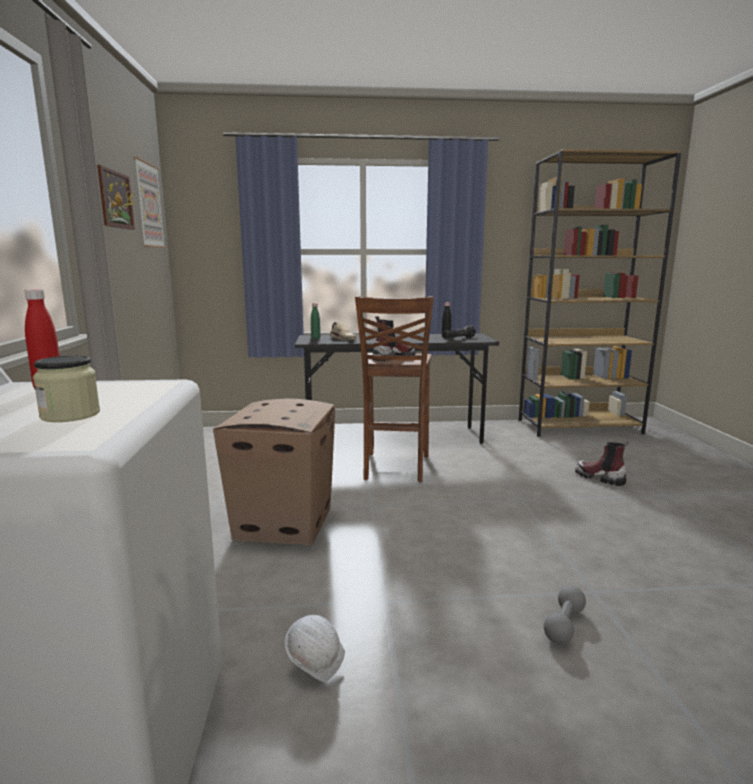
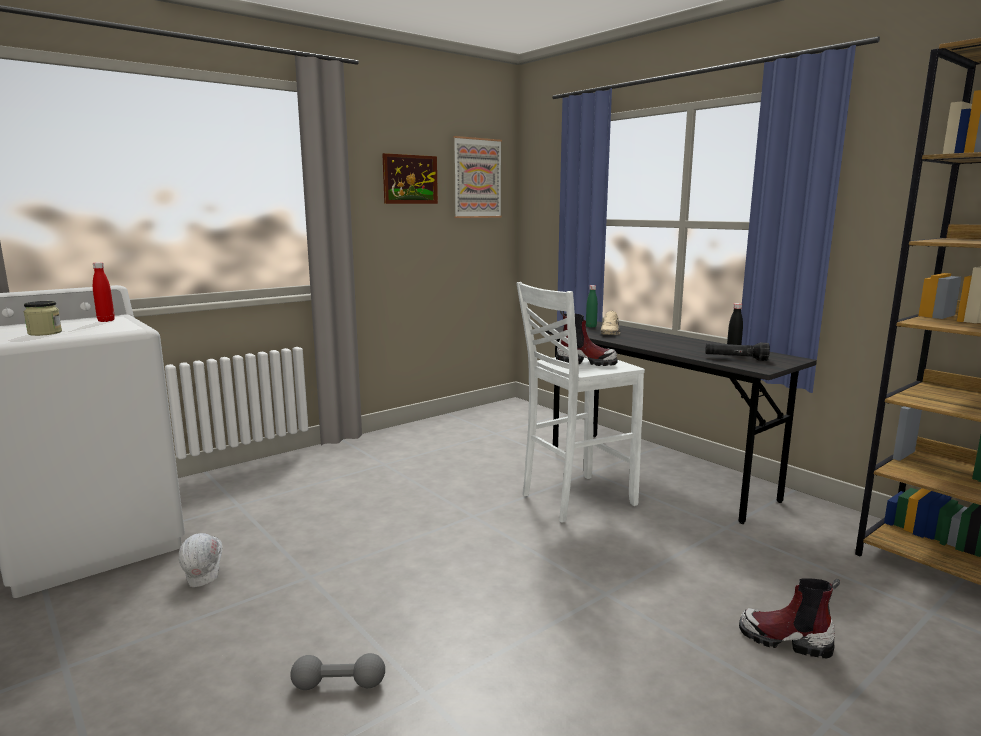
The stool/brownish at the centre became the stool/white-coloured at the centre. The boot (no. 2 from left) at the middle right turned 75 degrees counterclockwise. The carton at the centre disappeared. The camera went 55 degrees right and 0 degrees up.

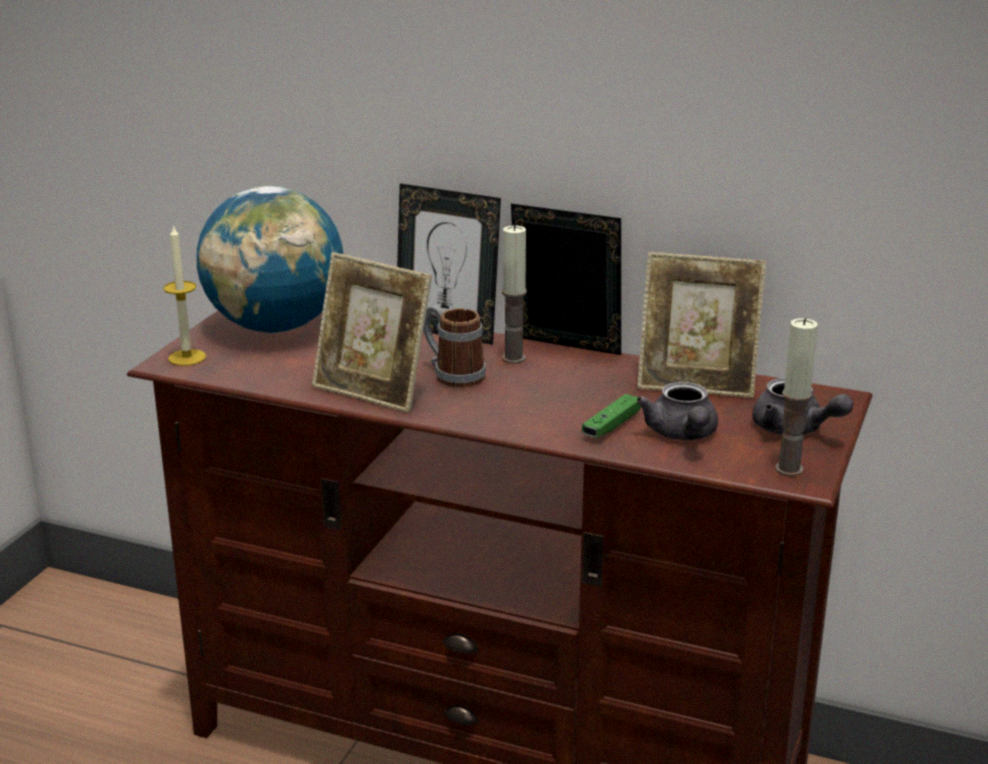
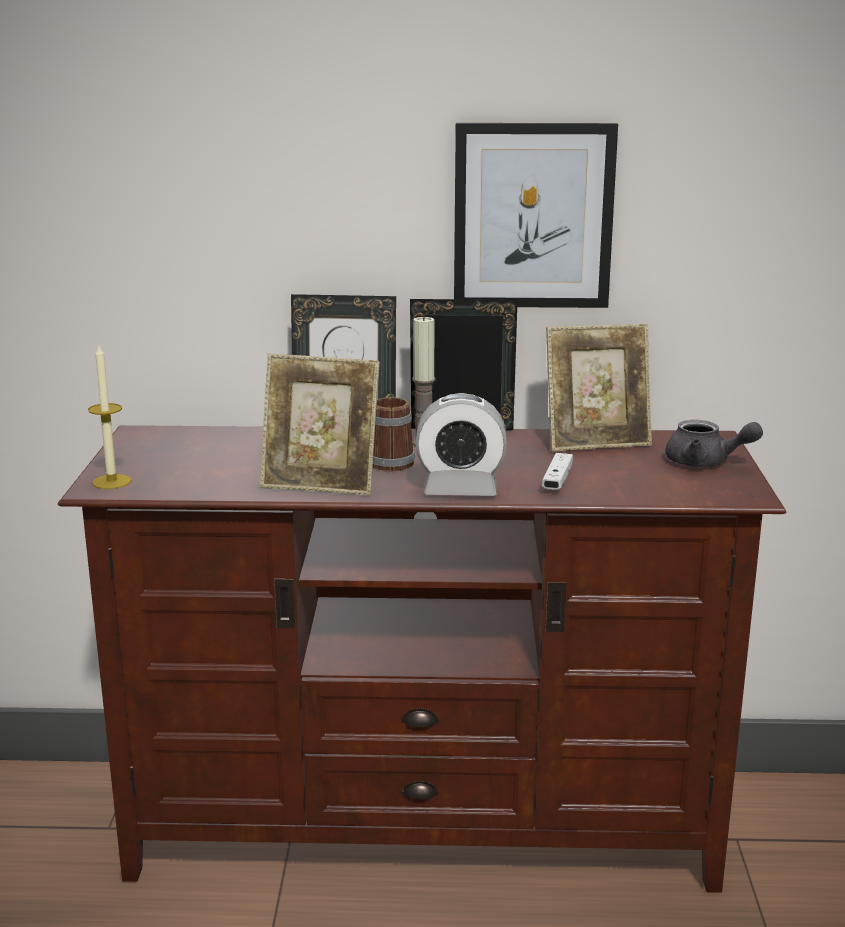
The alarm clock at the centre appeared. The wall picture at the top centre appeared. The joypad/green at the centre became the joypad/white-coloured at the centre. The globe at the middle left disappeared. The teapot/gray (no. 1 from left) at the middle right disappeared. The wax light (no. 3 from left) at the middle right disappeared. The camera went 20 degrees left and 5 degrees down.

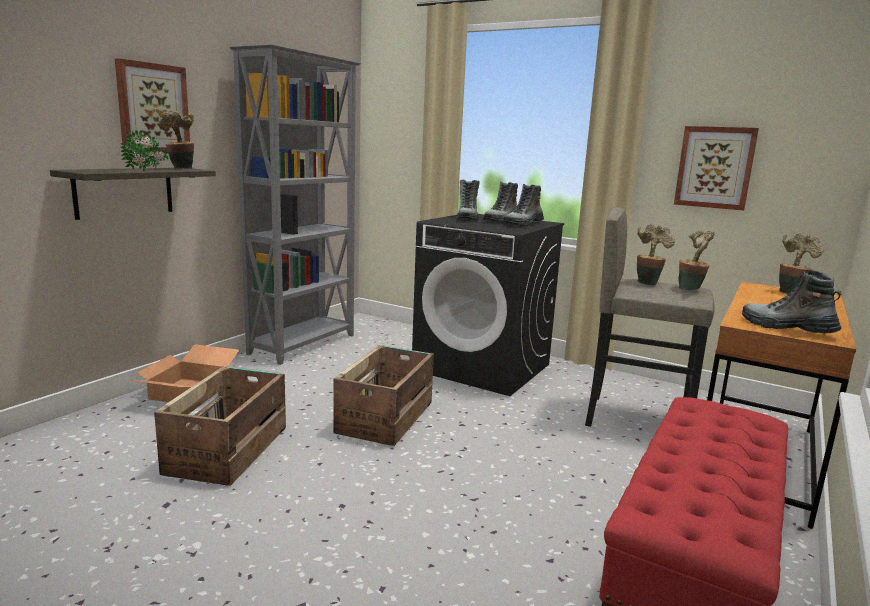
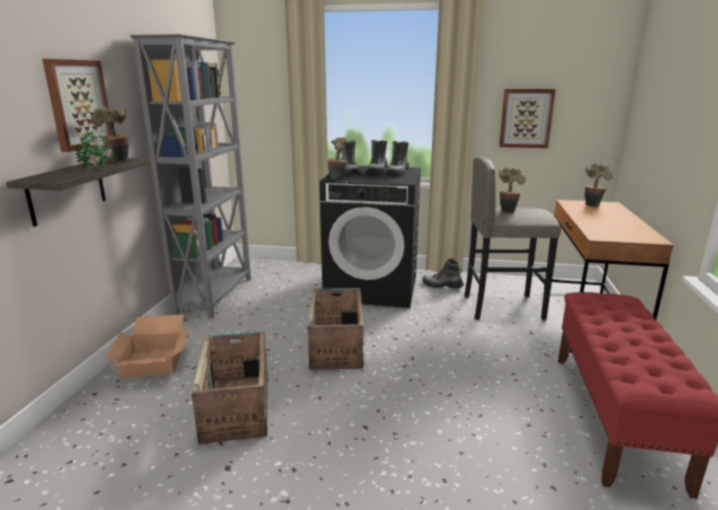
The houseplant (no. 4 from left in the first image) moved from the middle right to the top centre. The boot (no. 4 from left) moved from the middle right to the centre. The camera went 20 degrees left and 5 degrees up.

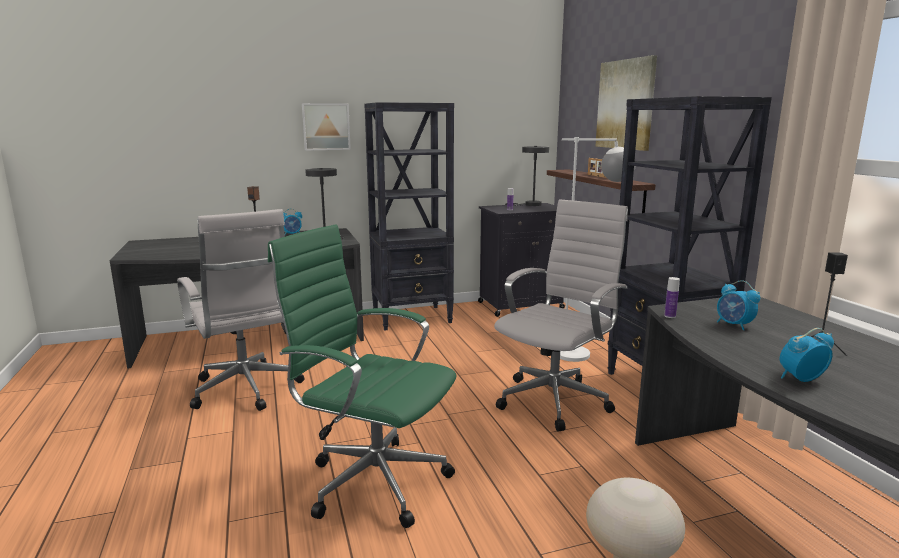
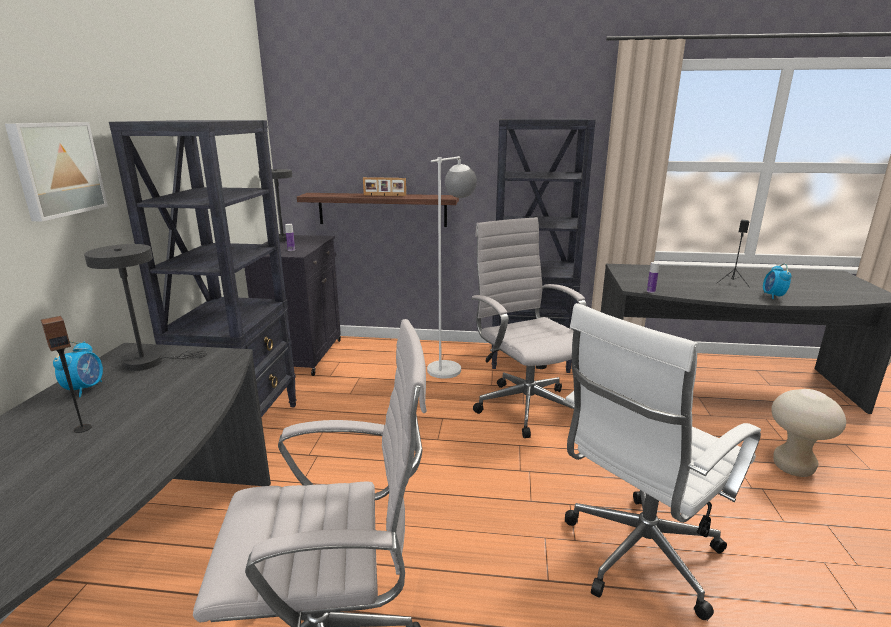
The desk chair/green at the bottom centre became the desk chair/white-coloured (no. 3 from left) at the bottom right. The wall picture (no. 2 from left) at the top right disappeared. The alarm clock (no. 2 from left) at the middle right disappeared. The camera went 65 degrees left and 5 degrees up.

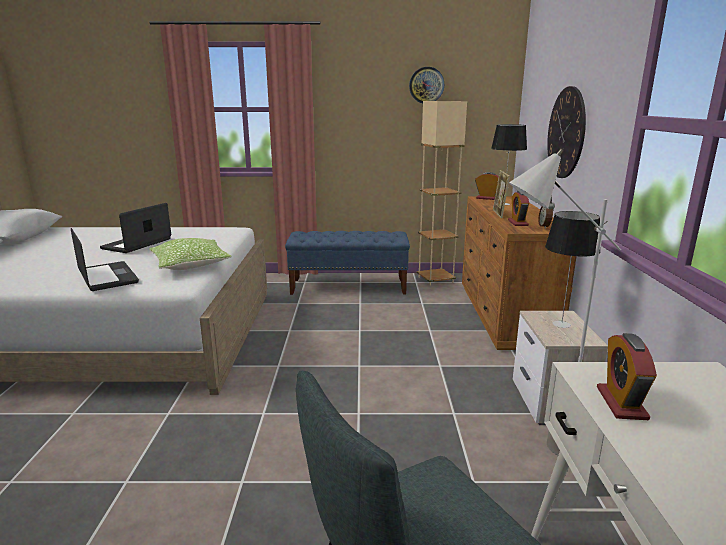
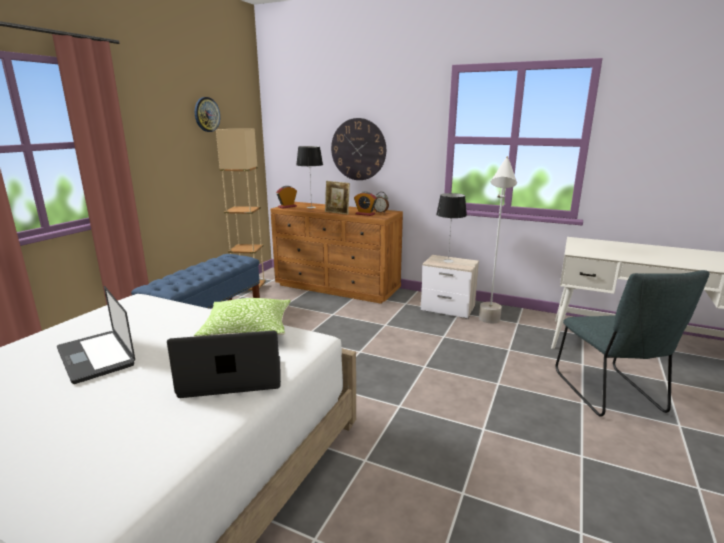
The alarm clock (no. 4 from left) at the bottom right disappeared. The camera went 65 degrees left and 0 degrees up.

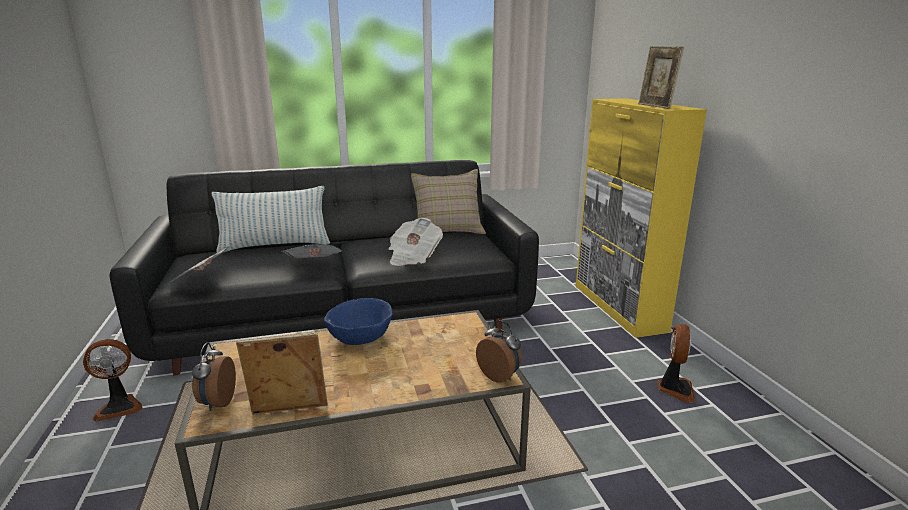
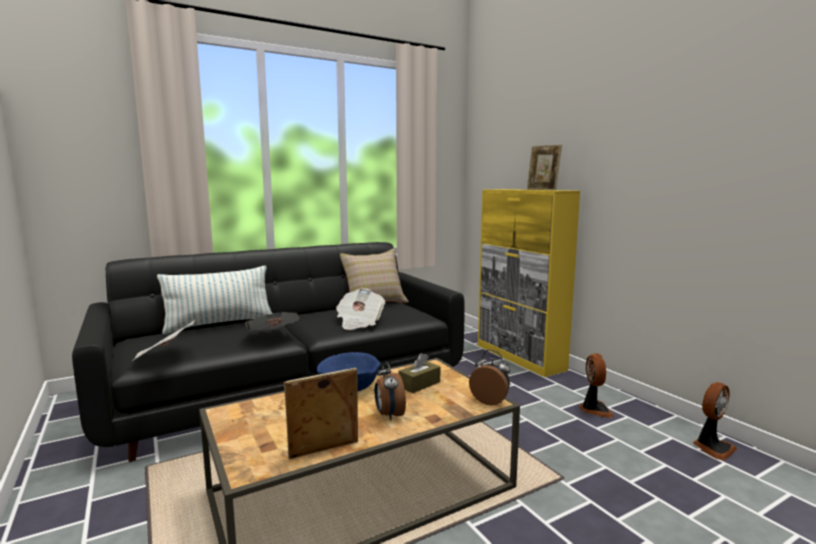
The alarm clock (no. 1 from left) moved from the bottom left to the bottom centre. The tissue box/brownish at the bottom centre appeared. The fan (no. 1 from left in the first image) moved from the bottom left to the bottom right. The camera went 15 degrees left and 10 degrees down.

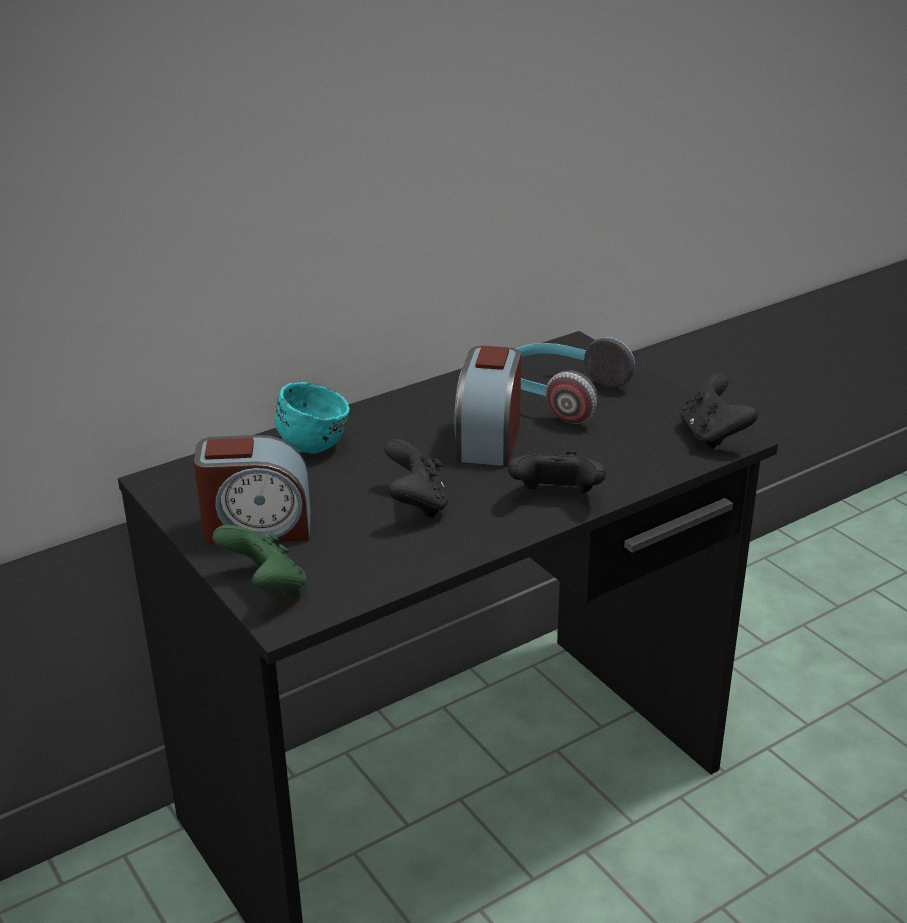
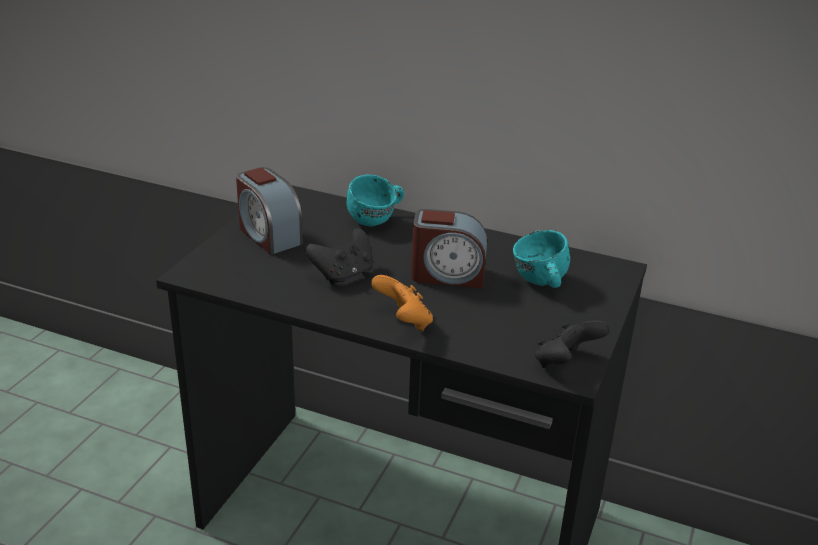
The joypad/blackish (no. 2 from left) at the centre became the joypad/orange-coloured at the centre. The alarm clock (no. 2 from left) at the centre turned 150 degrees counterclockwise. The headset at the centre was replaced by the mug/blue-green (no. 2 from left) at the centre. The joypad/green at the middle left disappeared. The camera went 55 degrees right and 0 degrees up.

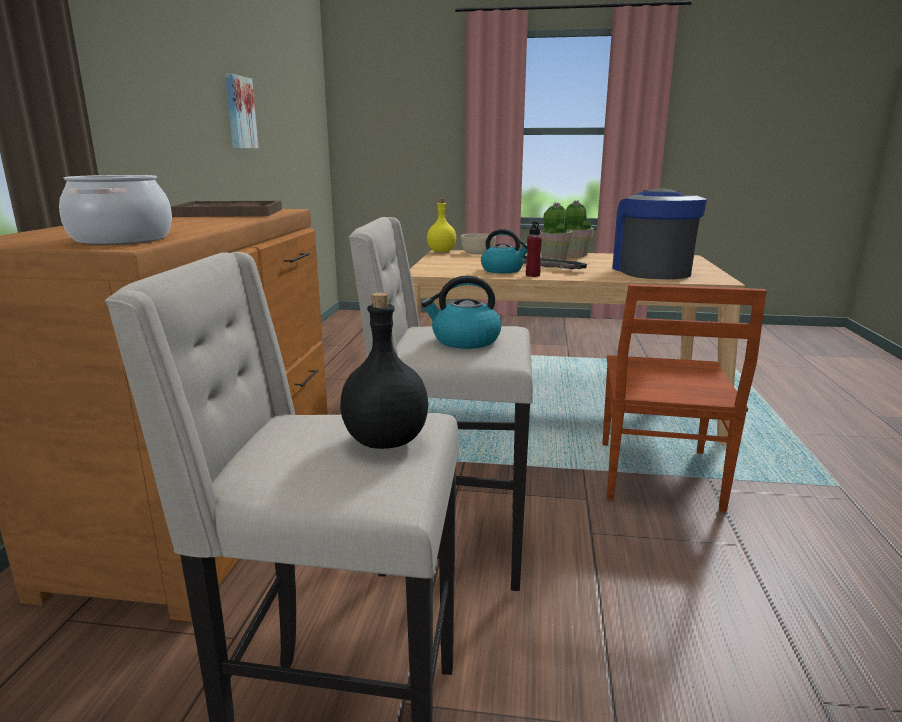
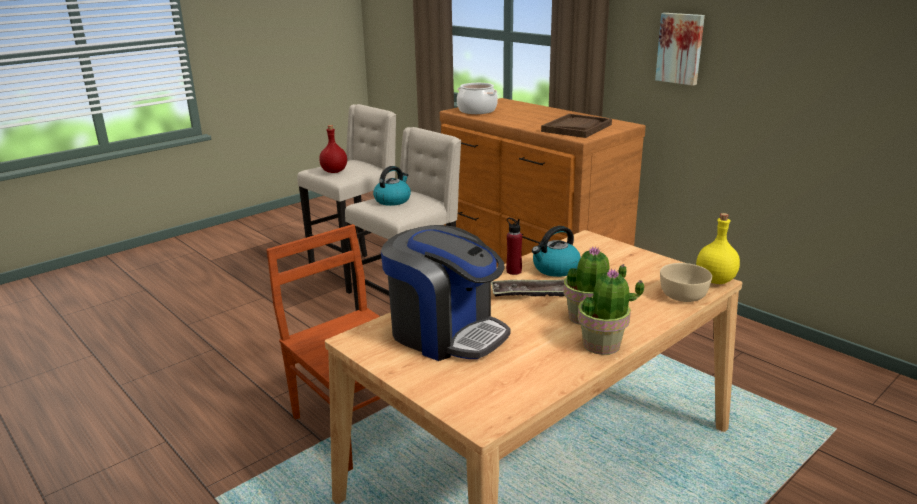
The drink bottle/blackish at the centre became the drink bottle/red-coloured (no. 1 from left) at the top centre. The wall picture moved from the top left to the top right. The camera went 130 degrees right and 5 degrees up.

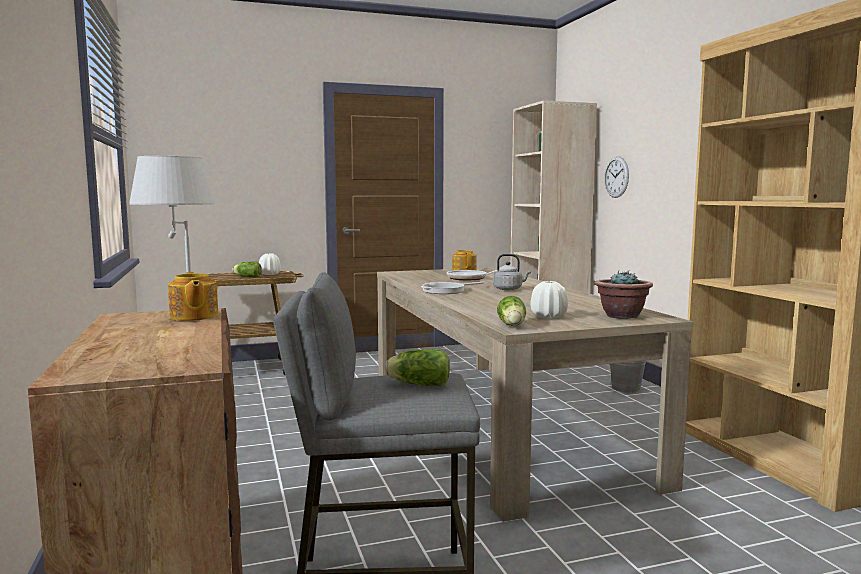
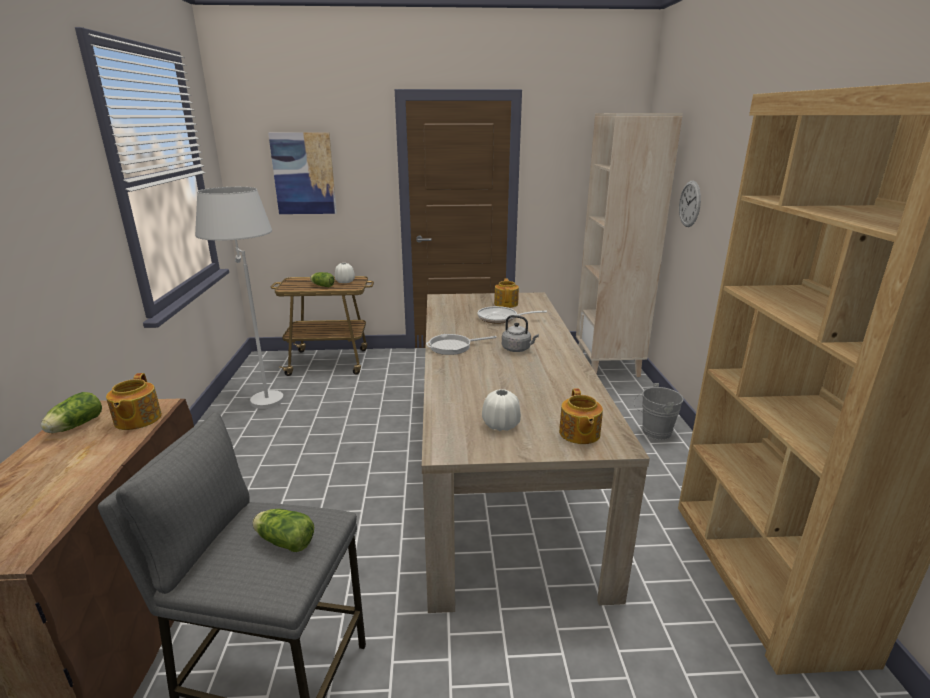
The lettuce head (no. 3 from left in the first image) moved from the centre to the middle left. The wall picture at the top left appeared. The houseplant at the middle right was replaced by the teapot (no. 3 from left) at the centre. The camera went 15 degrees right and 15 degrees up.

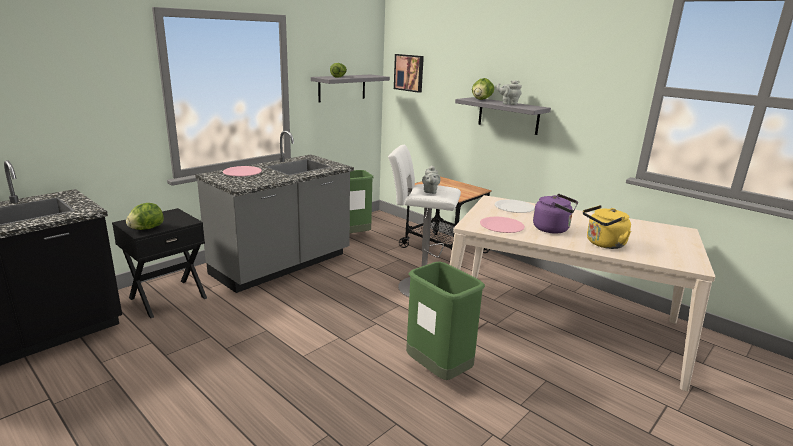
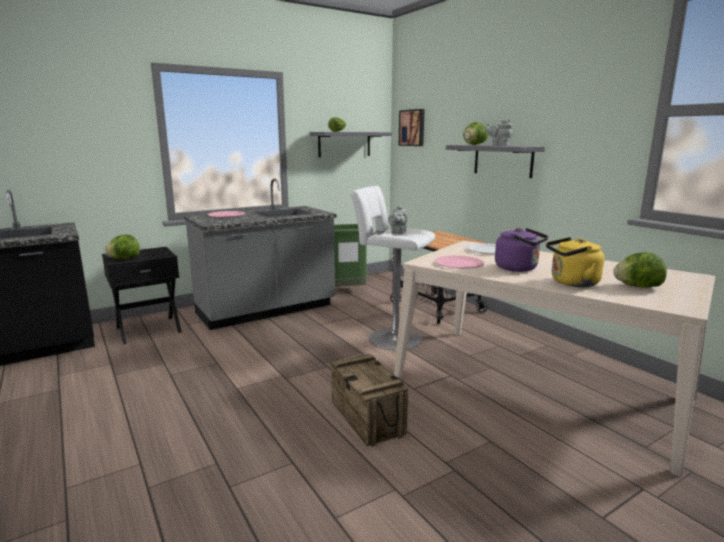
The rubbish bin/green (no. 2 from left) at the bottom centre was replaced by the crate at the bottom centre. The lettuce head (no. 4 from left) at the middle right appeared. The camera went 15 degrees right and 5 degrees down.

